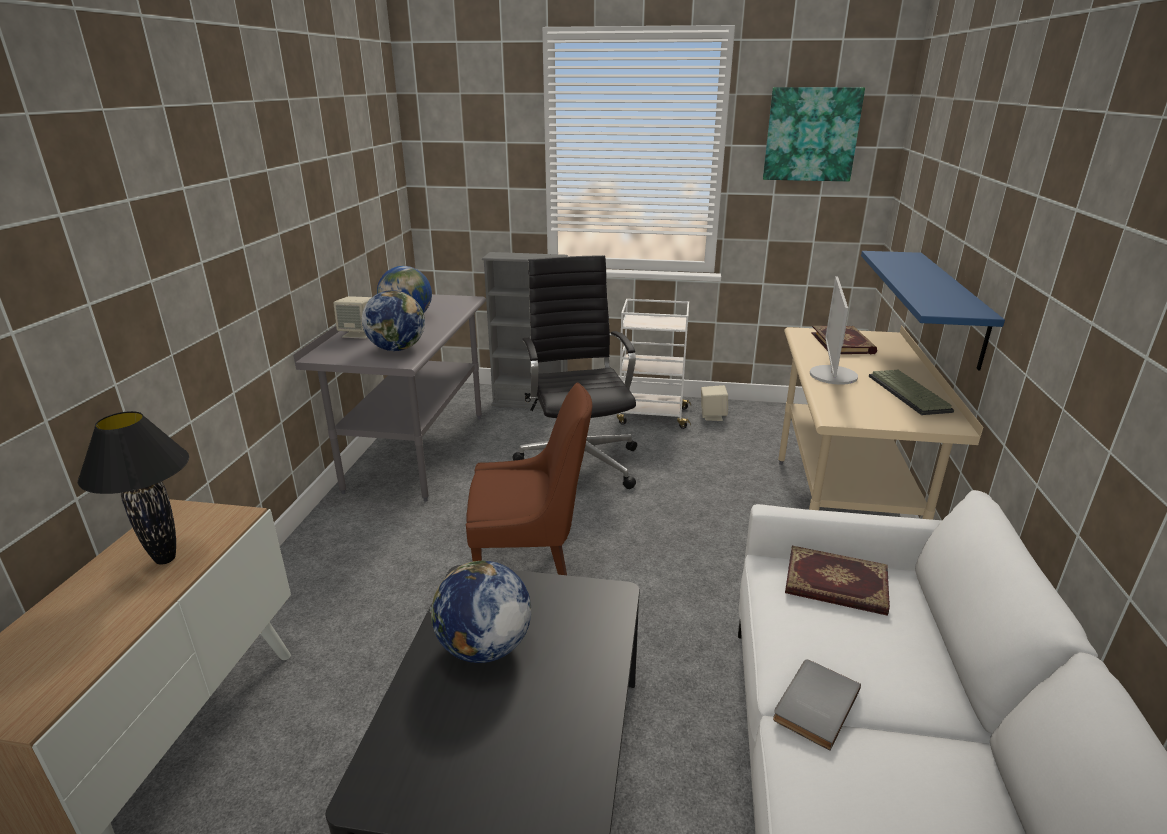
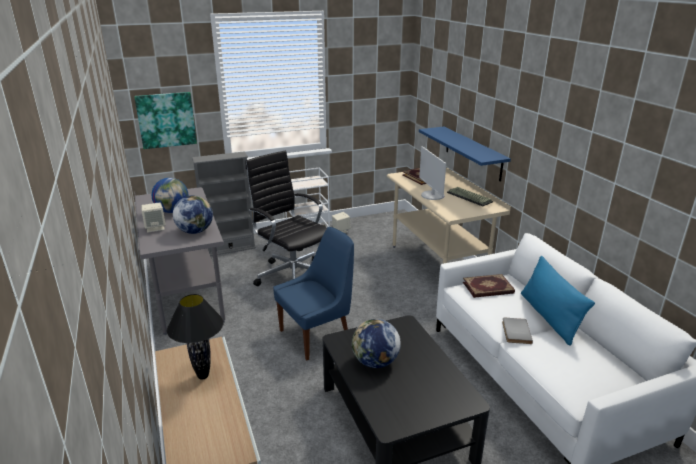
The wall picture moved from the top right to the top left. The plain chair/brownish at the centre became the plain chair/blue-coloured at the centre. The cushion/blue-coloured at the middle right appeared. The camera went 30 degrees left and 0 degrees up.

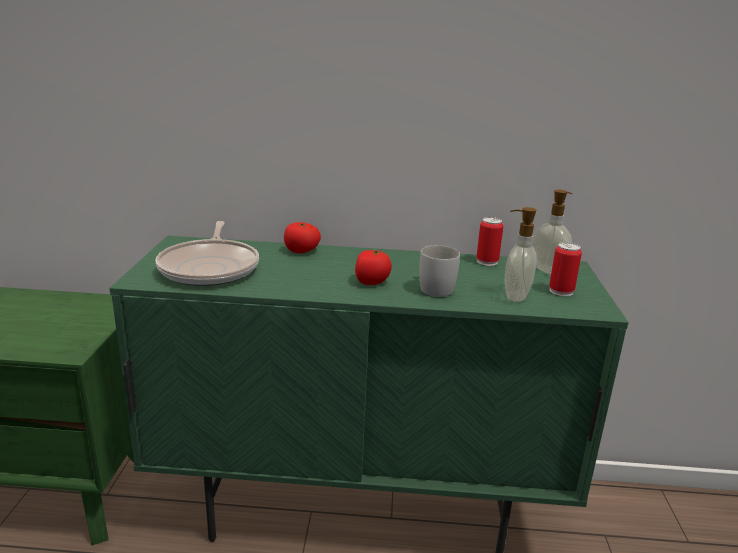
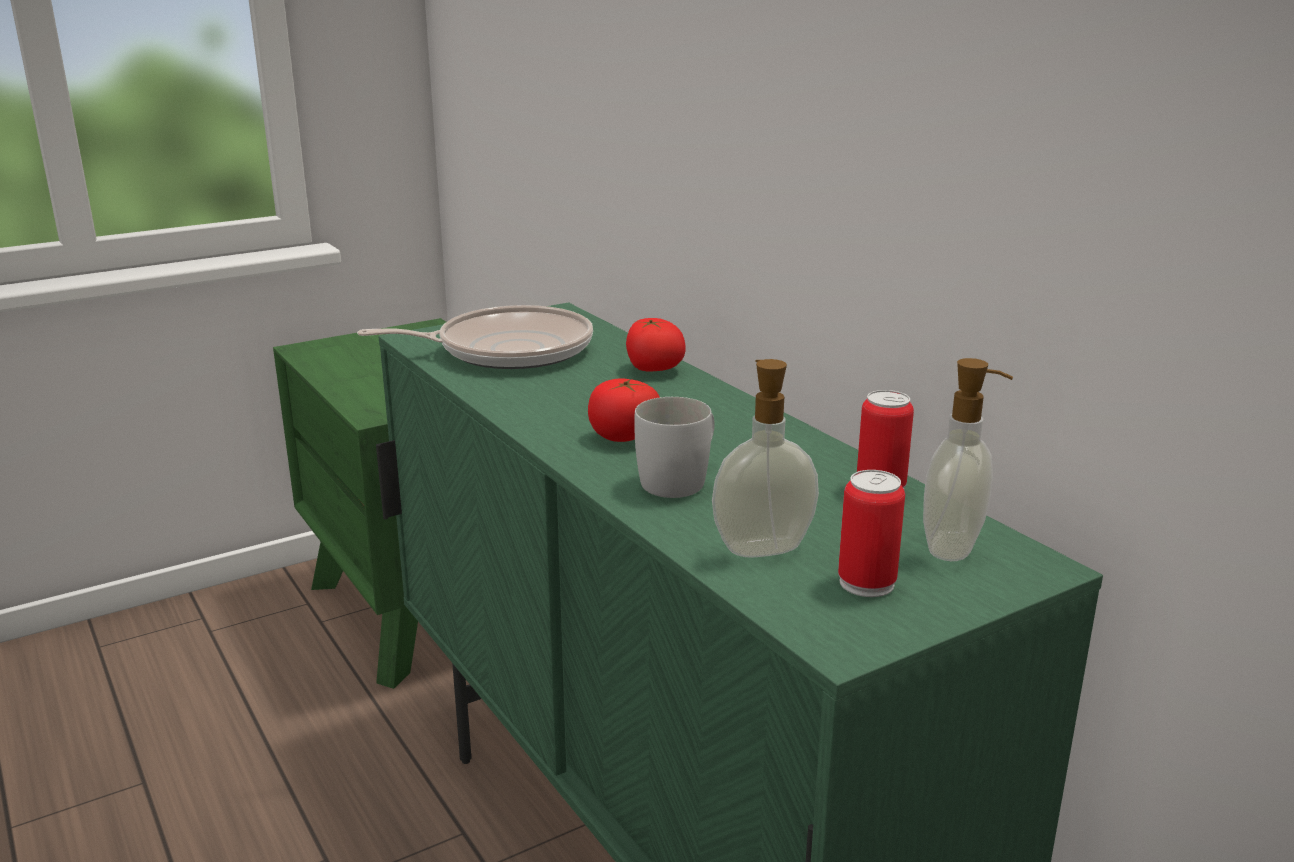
The pan at the middle left turned 150 degrees counterclockwise. The camera went 55 degrees right and 0 degrees up.

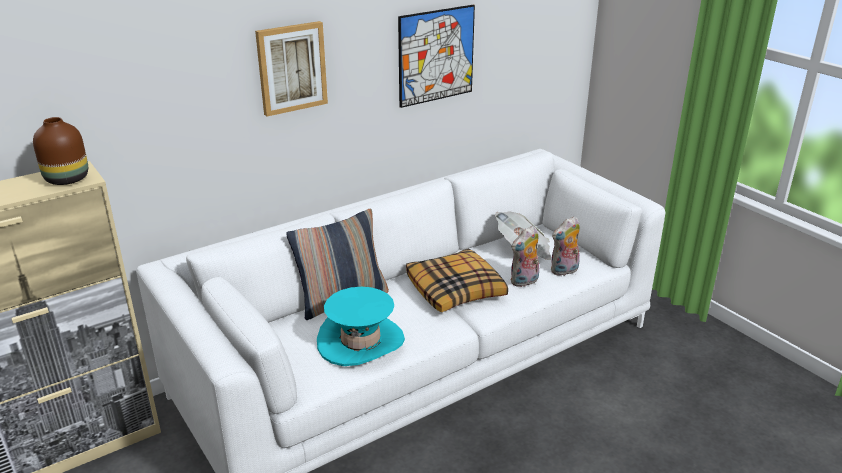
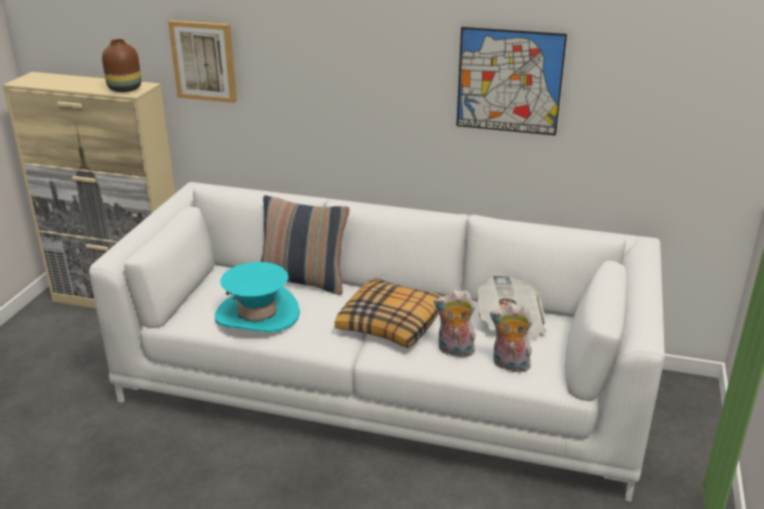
The wall picture (no. 1 from left) moved from the top centre to the top left. The camera went 50 degrees right and 0 degrees up.

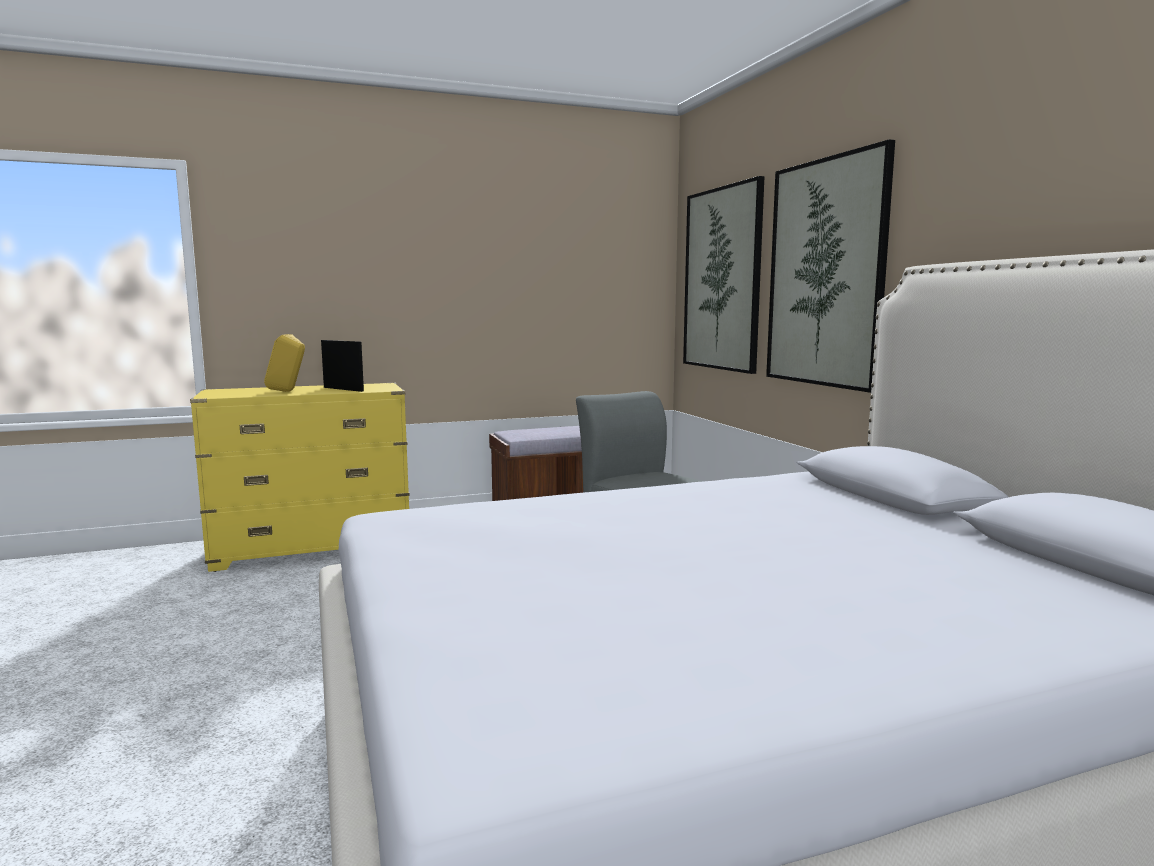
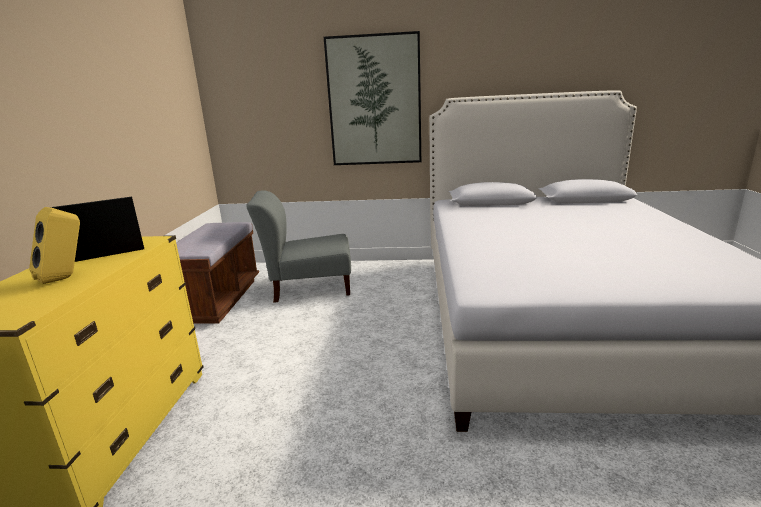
The wall picture (no. 1 from left) at the top centre disappeared. The camera went 65 degrees left and 10 degrees up.

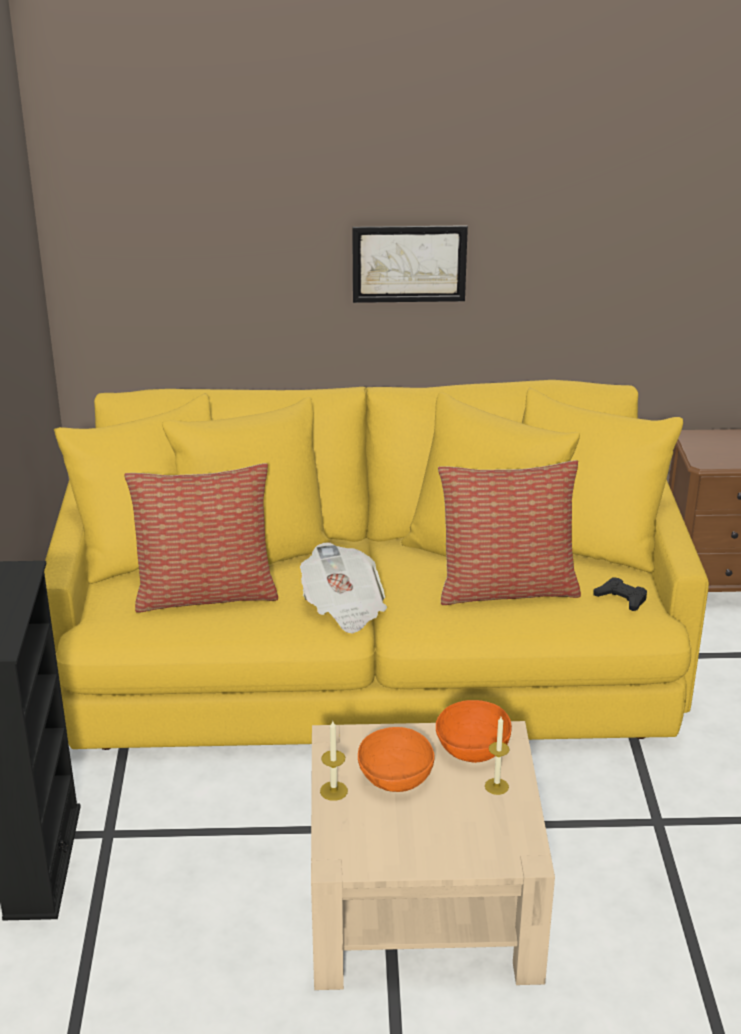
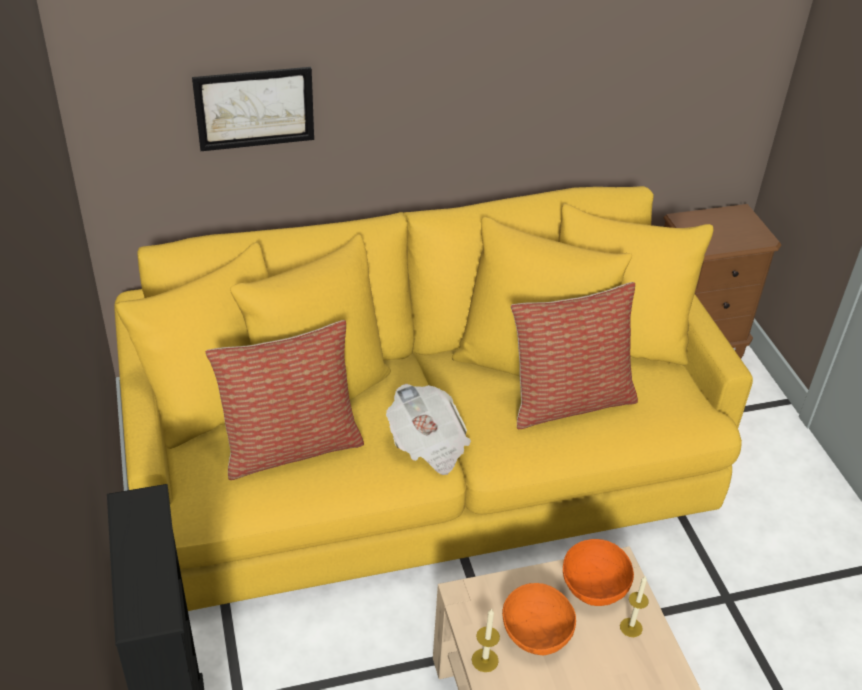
The wall picture moved from the top centre to the top left. The joypad/blackish at the middle right disappeared. The camera went 15 degrees left and 10 degrees up.

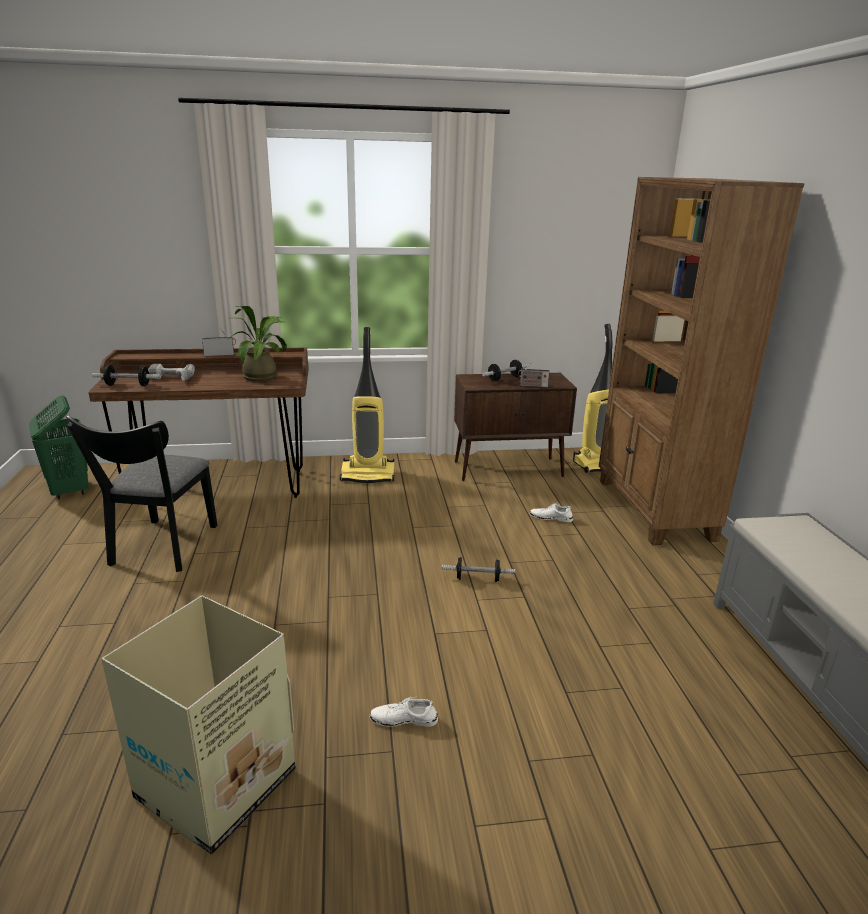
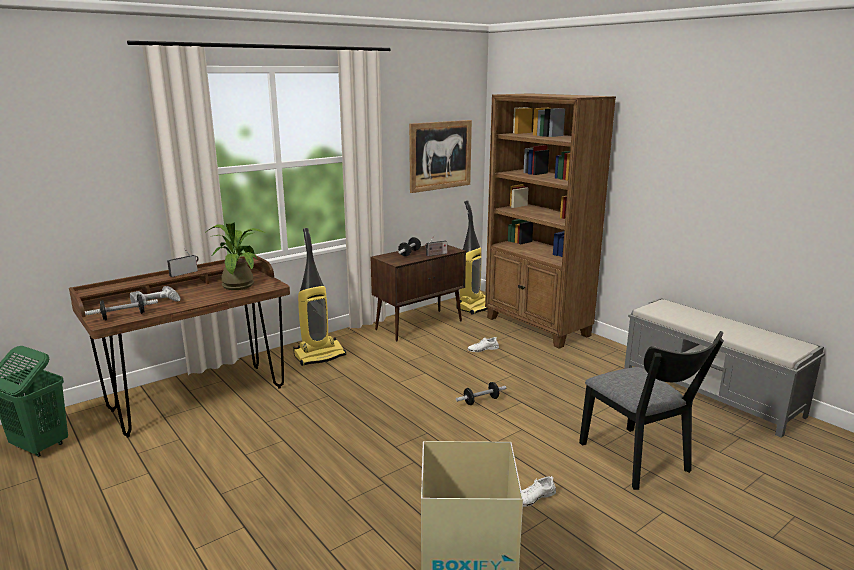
The wall picture at the top centre appeared. The plain chair/blackish moved from the middle left to the bottom right. The camera went 30 degrees left and 5 degrees down.

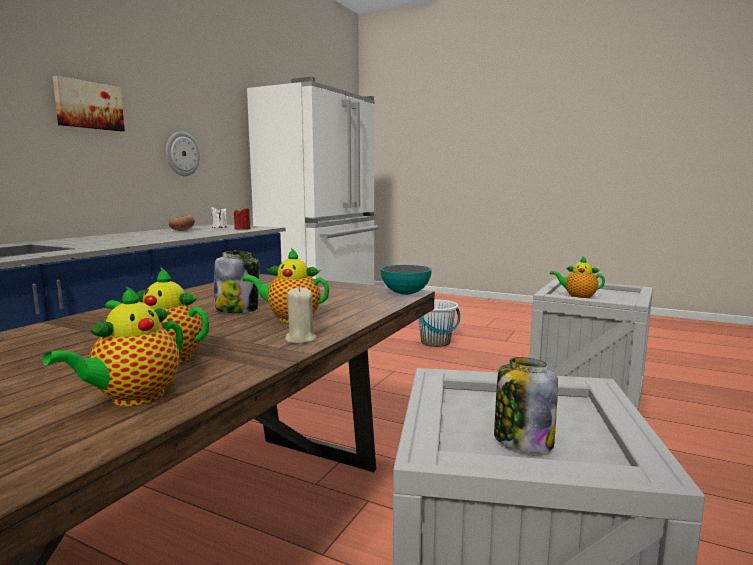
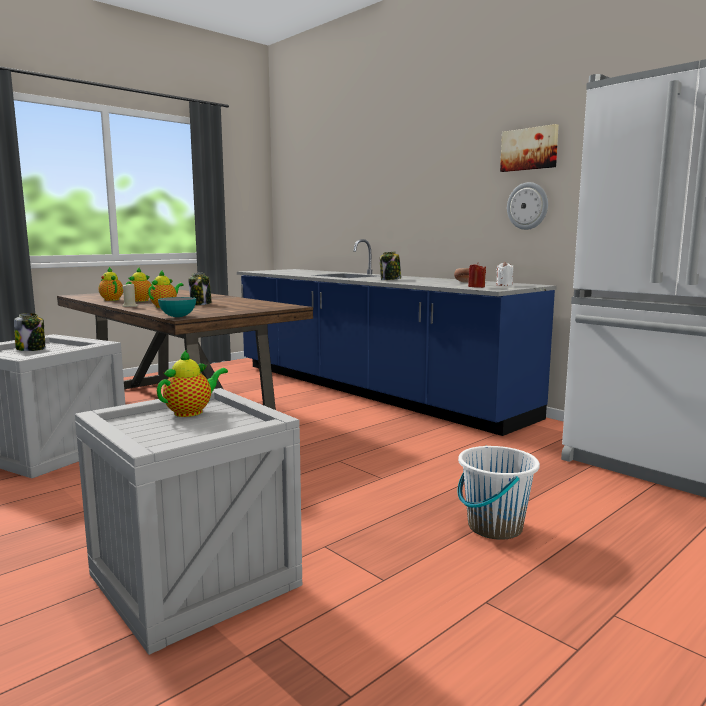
The storage jar (no. 3 from left) at the centre appeared. The wall picture moved from the top left to the top right. The camera went 110 degrees right and 0 degrees up.

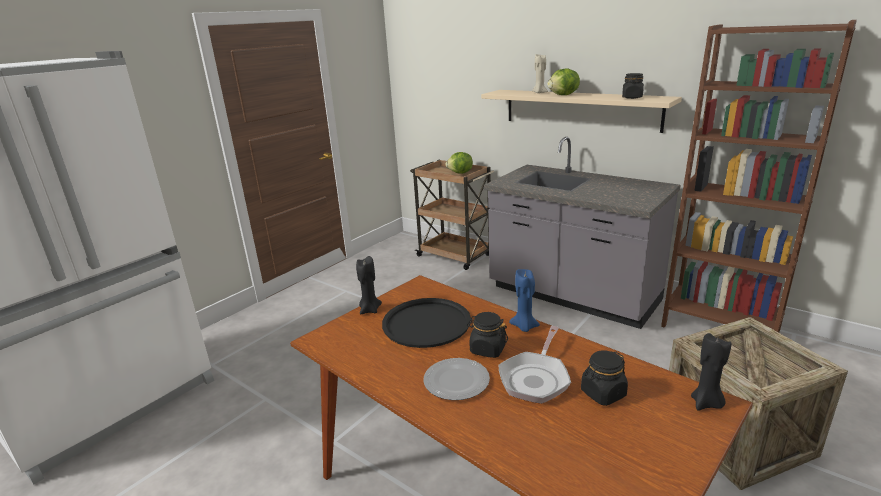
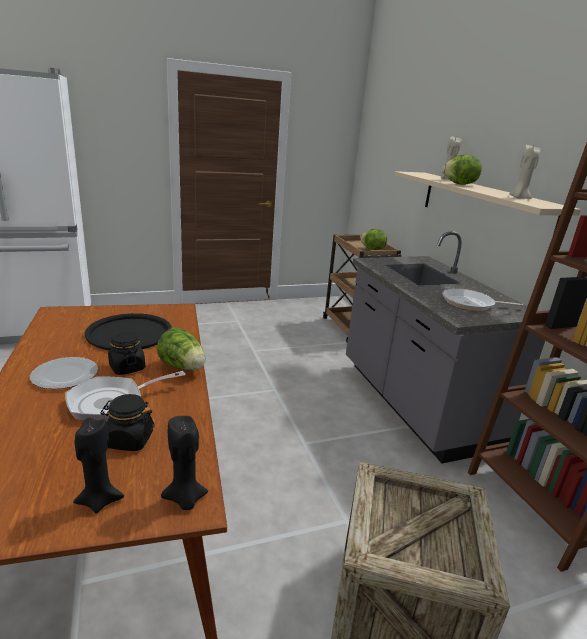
The wax light/blackish (no. 1 from left) moved from the centre to the bottom left. The wax light/blue-coloured at the centre was replaced by the lettuce head (no. 1 from left) at the middle left. The pan (no. 2 from left) at the middle right appeared. The storage jar/blackish (no. 3 from left) at the top right was replaced by the wax light/beige (no. 2 from left) at the top right. The camera went 30 degrees right and 0 degrees up.

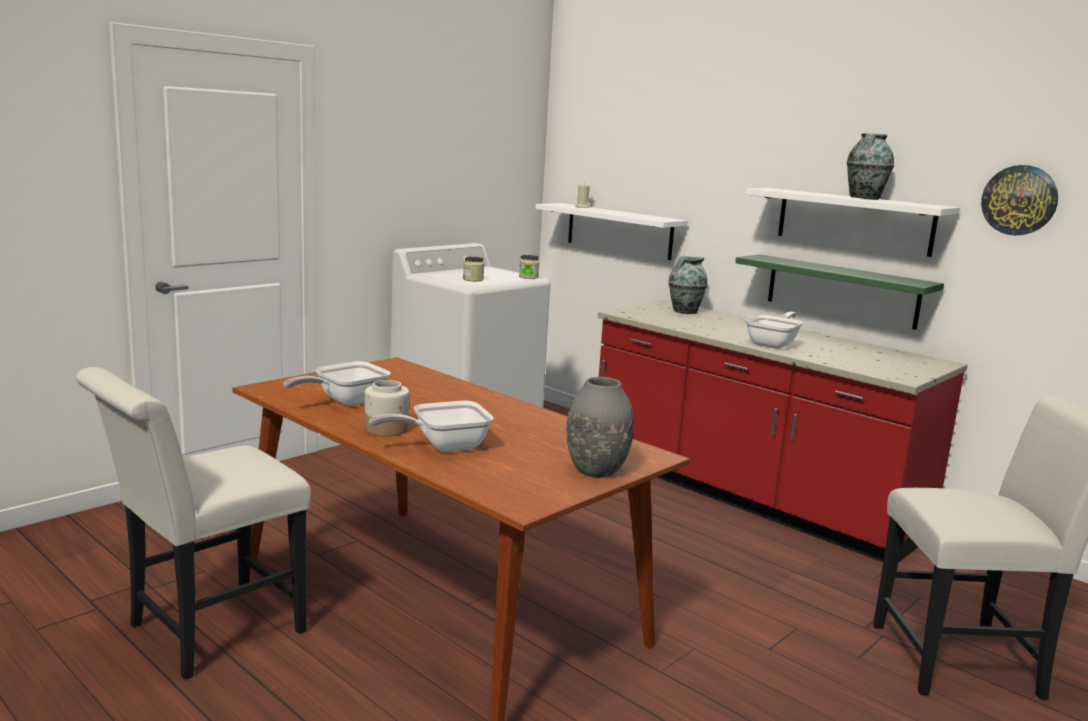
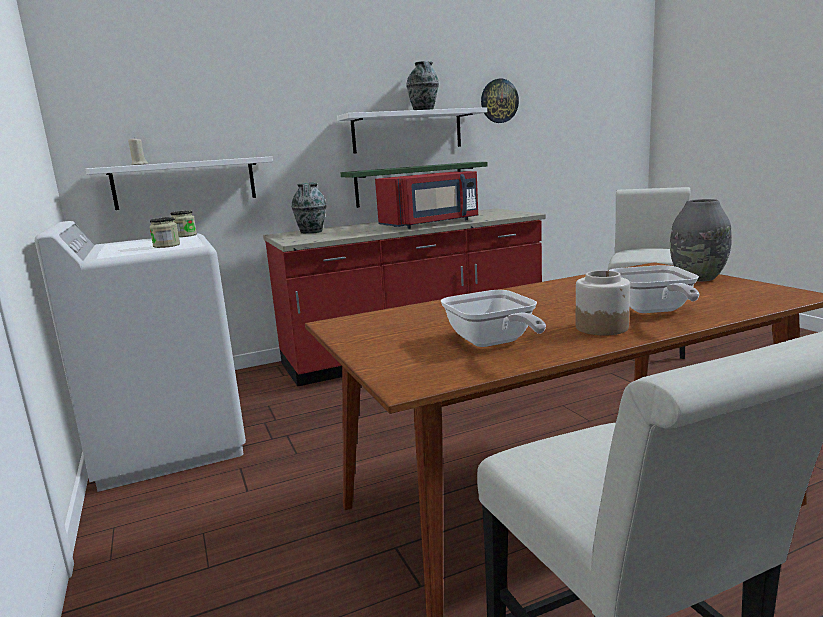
The pan (no. 3 from left) at the middle right was replaced by the microwave/red-coloured at the top centre. The camera went 65 degrees left and 0 degrees up.

